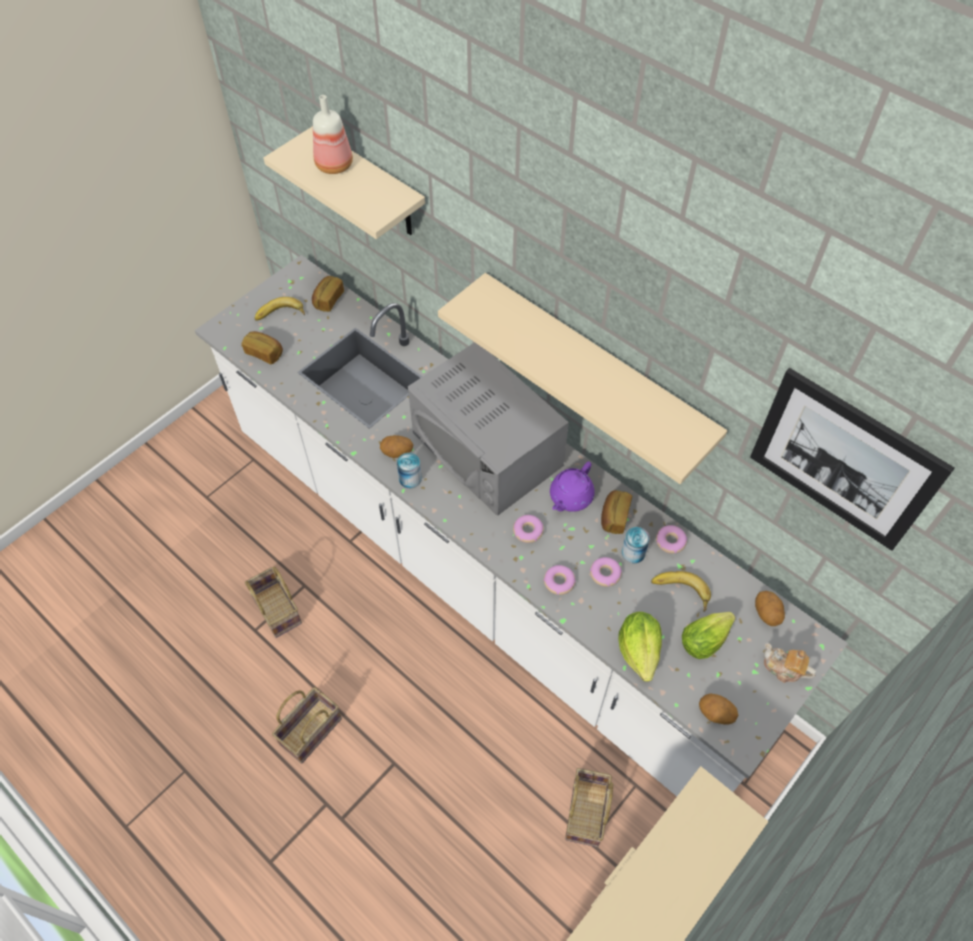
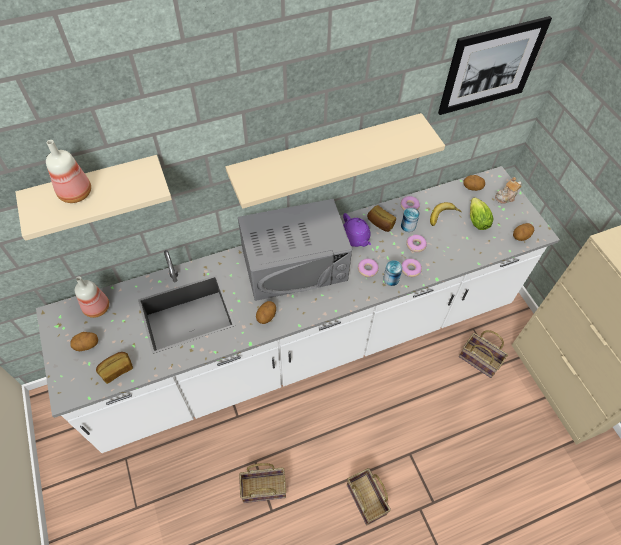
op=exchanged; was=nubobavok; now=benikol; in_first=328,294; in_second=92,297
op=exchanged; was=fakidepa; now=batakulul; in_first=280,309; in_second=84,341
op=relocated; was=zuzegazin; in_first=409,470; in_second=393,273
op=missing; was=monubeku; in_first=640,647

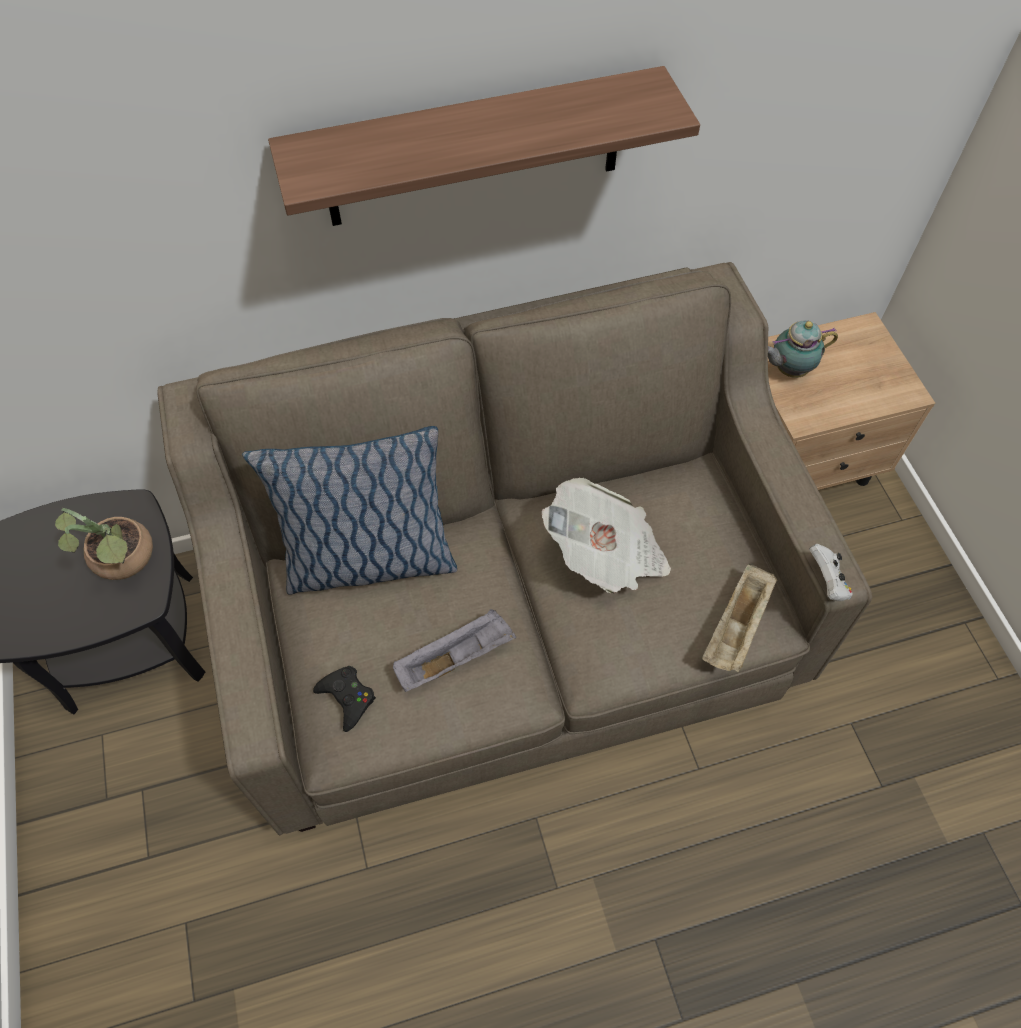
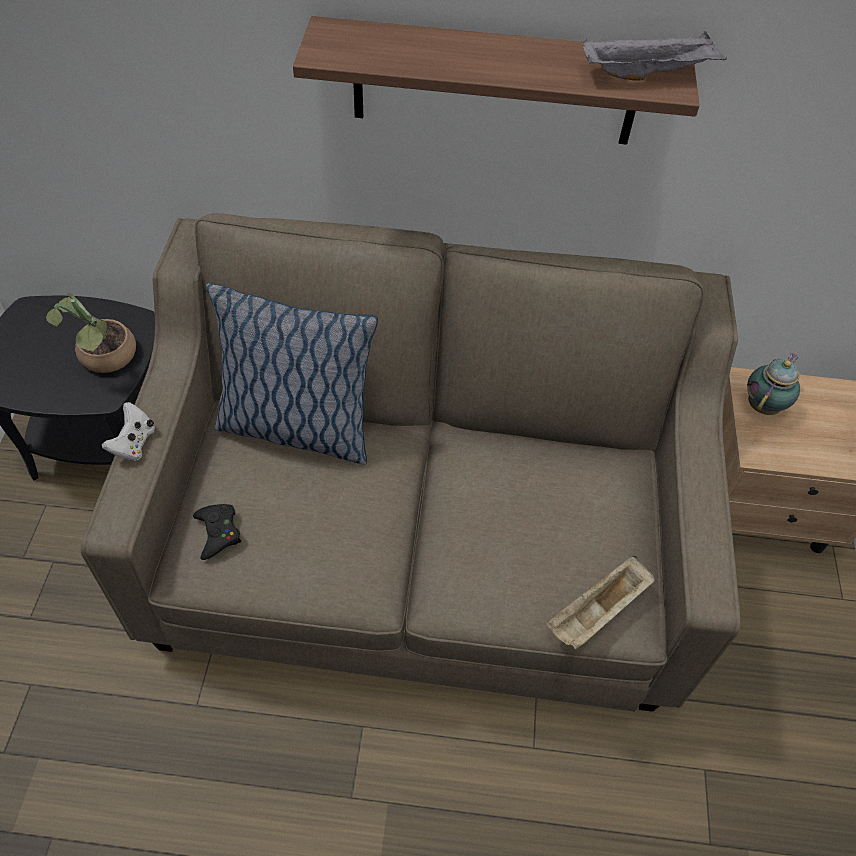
op=spun; was=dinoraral; in_first=803,349; in_second=773,384; clockwise=120
op=missing; was=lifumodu; in_first=606,536
op=relocated; was=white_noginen; in_first=831,572; in_second=128,431
op=relocated; was=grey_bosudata; in_first=454,650; in_second=655,56

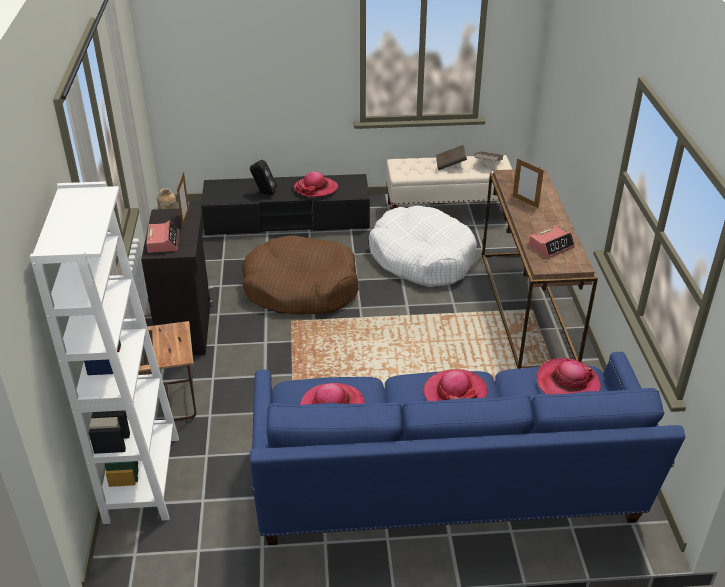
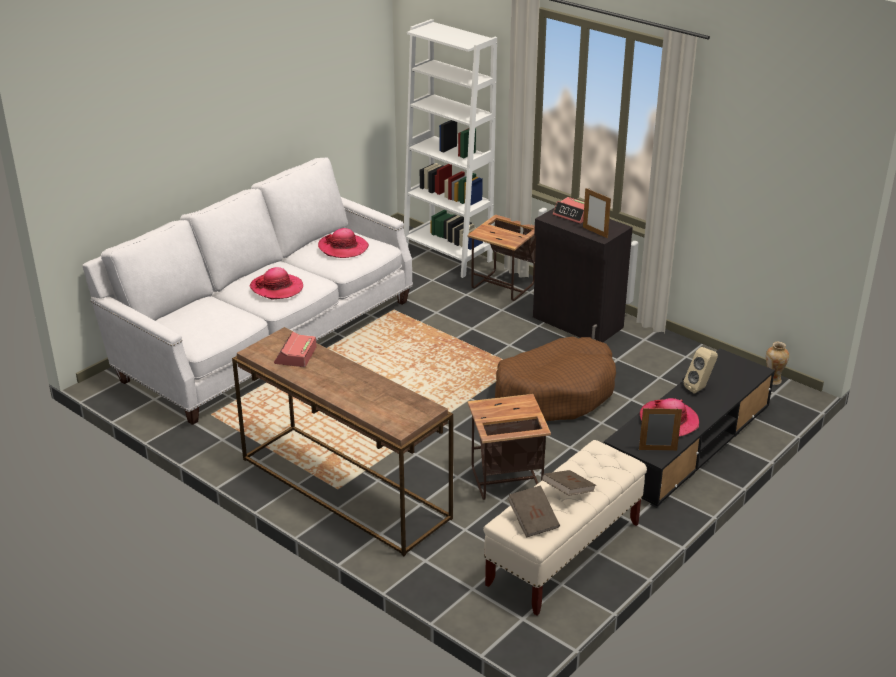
op=relocated; was=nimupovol; in_first=528,183; in_second=660,429
op=colour; was=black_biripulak; now=beige_biripulak; in_first=263,177; in_second=700,370
op=exchanged; was=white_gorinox; now=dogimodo; in_first=423,246; in_second=509,447
op=colour; was=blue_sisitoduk; now=white_sisitoduk; in_first=467,448; in_second=247,291
op=missing; was=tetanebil; in_first=568,376

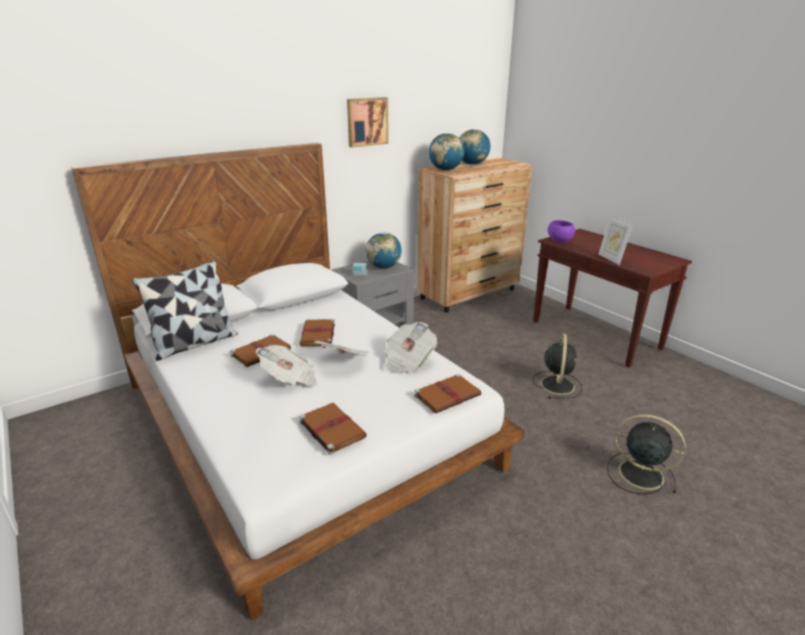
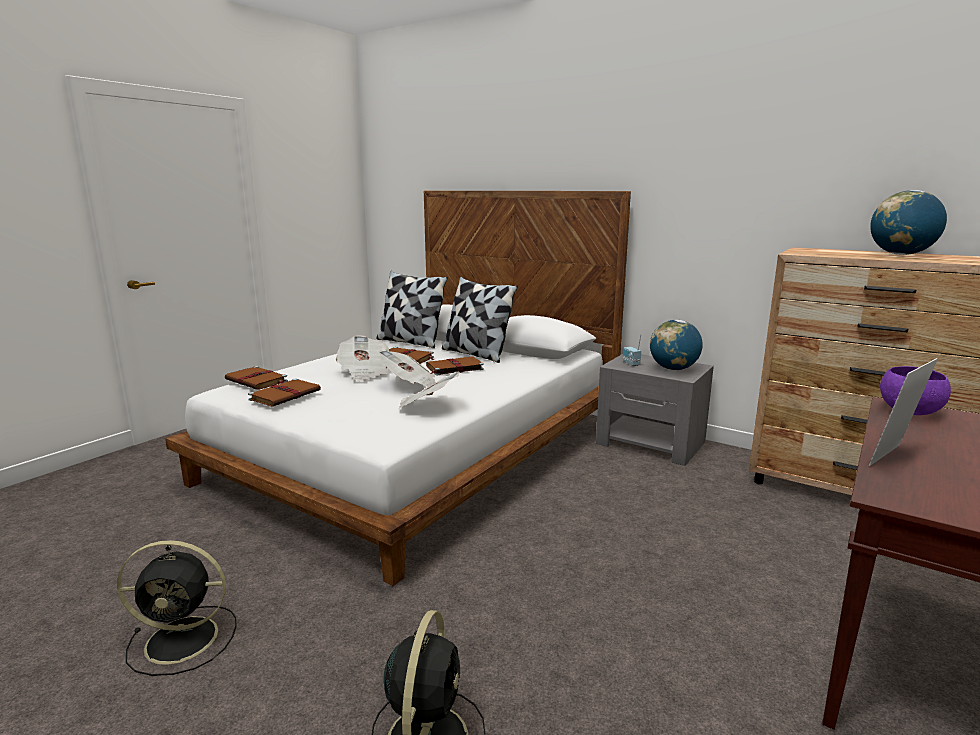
op=missing; was=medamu; in_first=368,122
op=missing; was=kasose; in_first=446,151
op=relocated; was=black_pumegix; in_first=557,366; in_second=177,608
op=relocated; was=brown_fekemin; in_first=447,394; in_second=256,378
op=appeared; now=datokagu; in_second=480,320

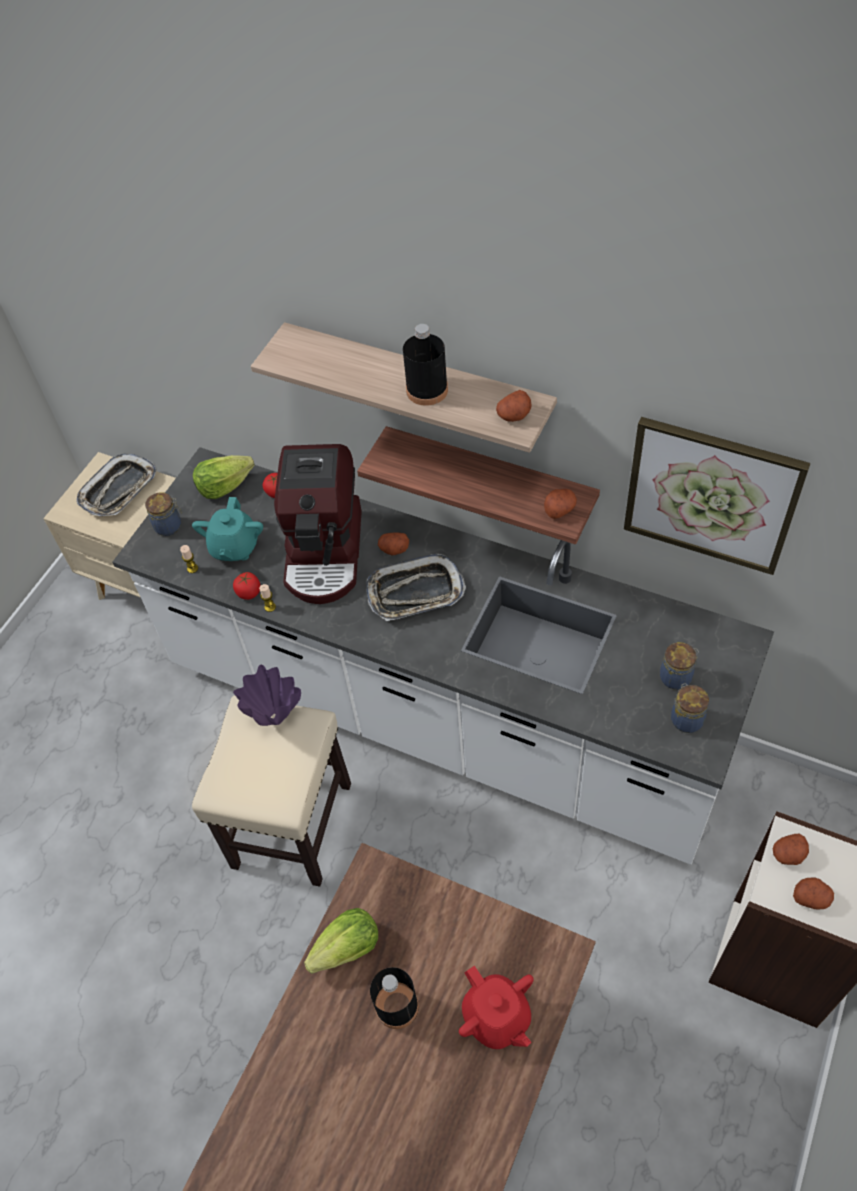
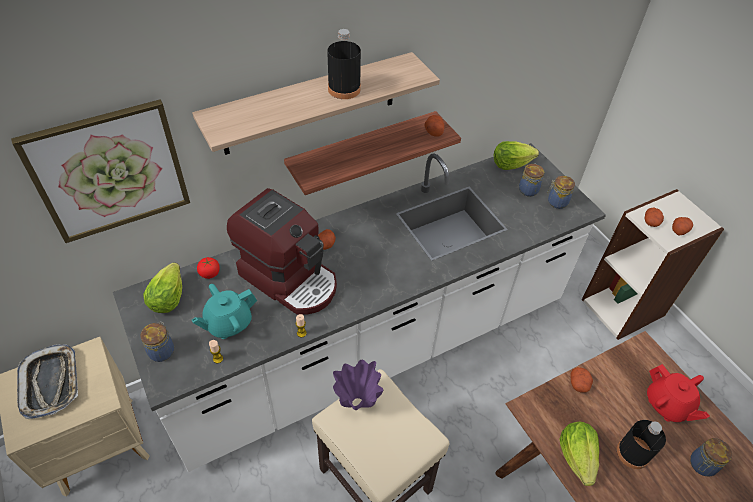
op=relocated; was=batakulul; in_first=514,406; in_second=581,380
op=relocated; was=medamu; in_first=717,496; in_second=100,171
op=spun; was=turquoise_dinoraral; in_first=227,529; in_second=224,311; clockwise=105
op=missing; was=bosudata; in_first=416,587
op=missing; was=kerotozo; in_first=246,586
op=spun; was=red_dinoraral; in_first=496,1007; in_second=678,393; clockwise=60
op=appeared; now=monubeku; in_second=516,155
op=appeared; now=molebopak; in_second=711,457

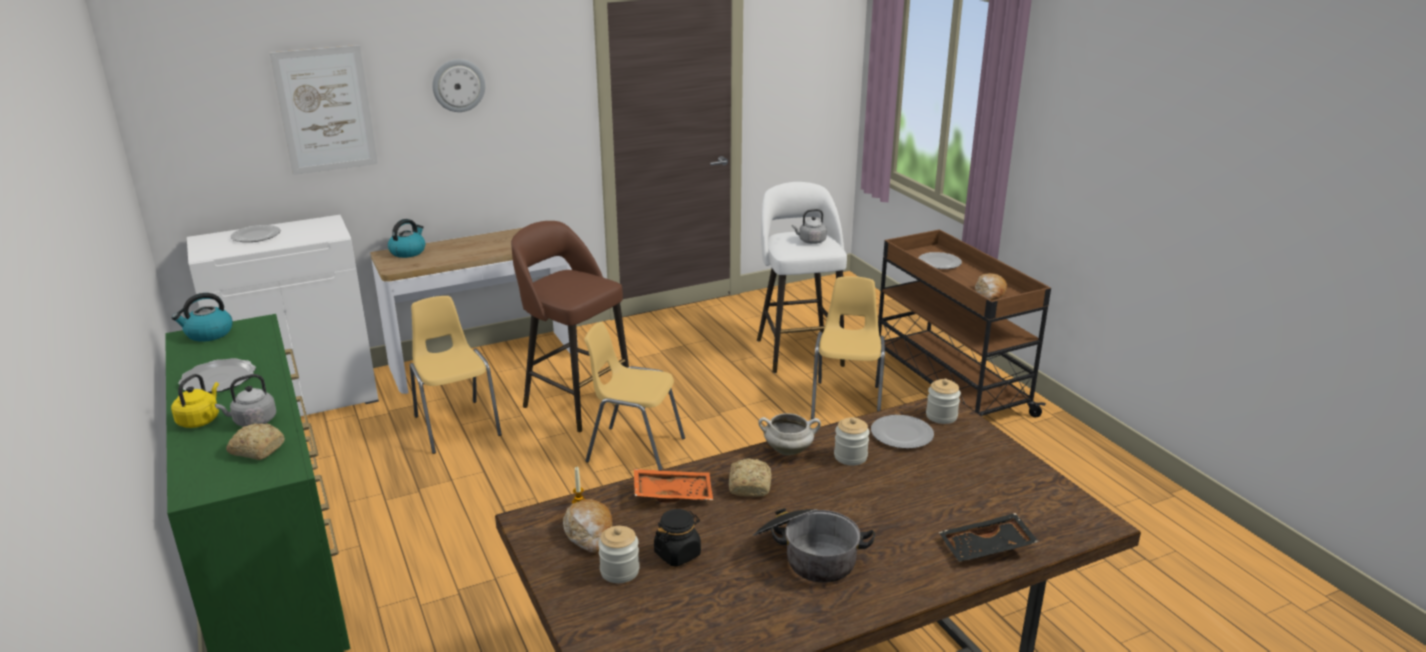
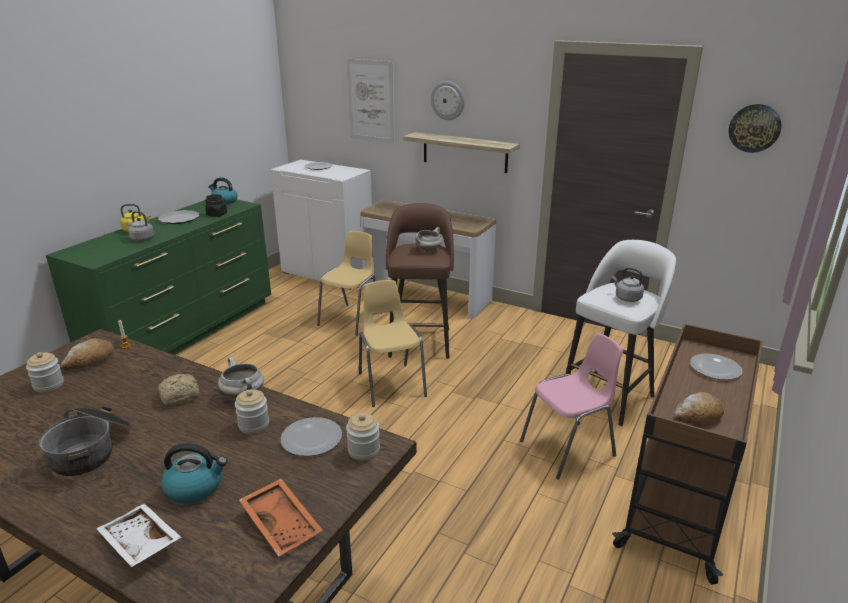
op=relocated; was=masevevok; in_first=406,238; in_second=194,473
op=colour; was=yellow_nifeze; now=pink_nifeze; in_first=848,347; in_second=571,406
op=missing; was=nubobavok; in_first=255,441
op=relocated; was=orange_bosudata; in_first=673,485; in_second=281,517
op=relocated; was=black_molebopak; in_first=677,538; in_second=216,205
op=colour; was=black_bosudata; now=white_bosudata; in_first=989,537; in_second=139,535
op=appeared; now=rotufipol; in_second=755,128
op=appeared; now=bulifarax; in_second=461,152
op=appeared; now=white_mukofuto; in_second=428,239

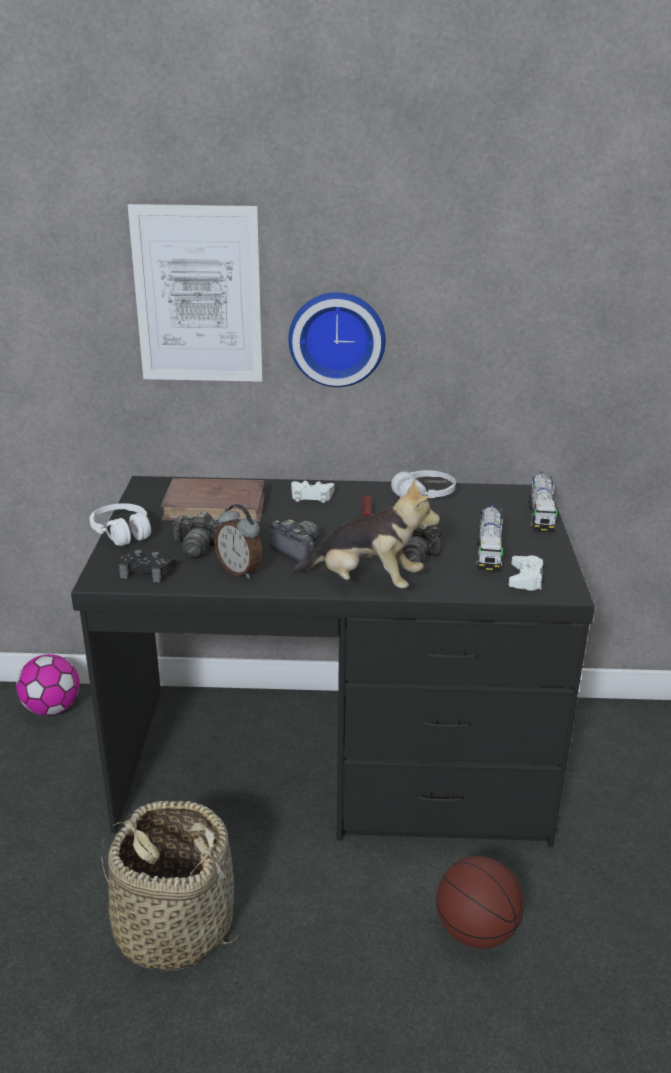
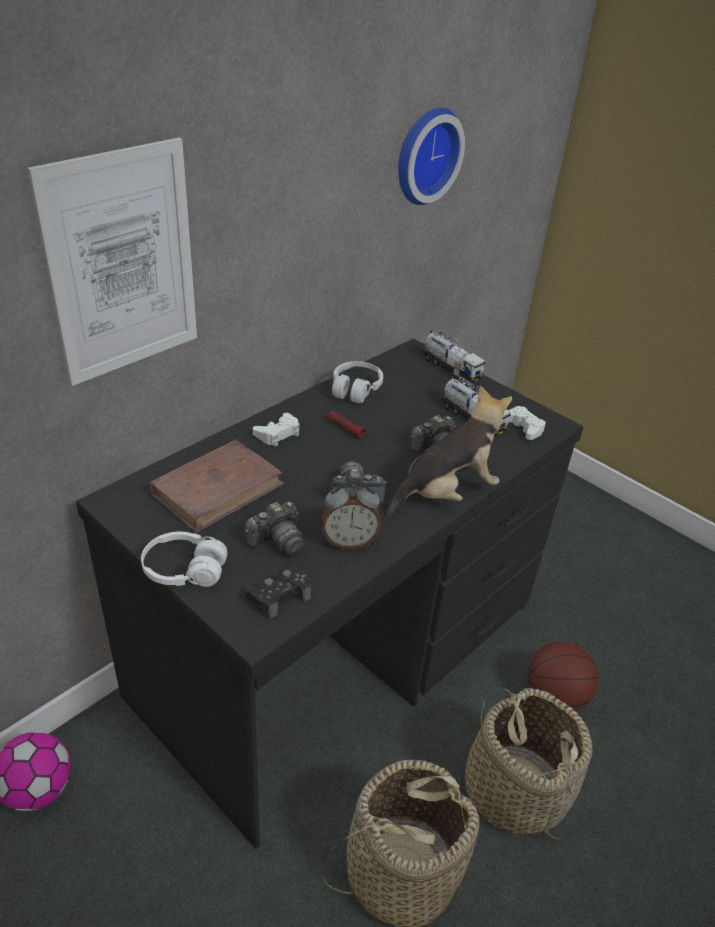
op=relocated; was=rotufipol; in_first=337,339; in_second=431,156
op=appeared; now=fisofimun; in_second=528,764

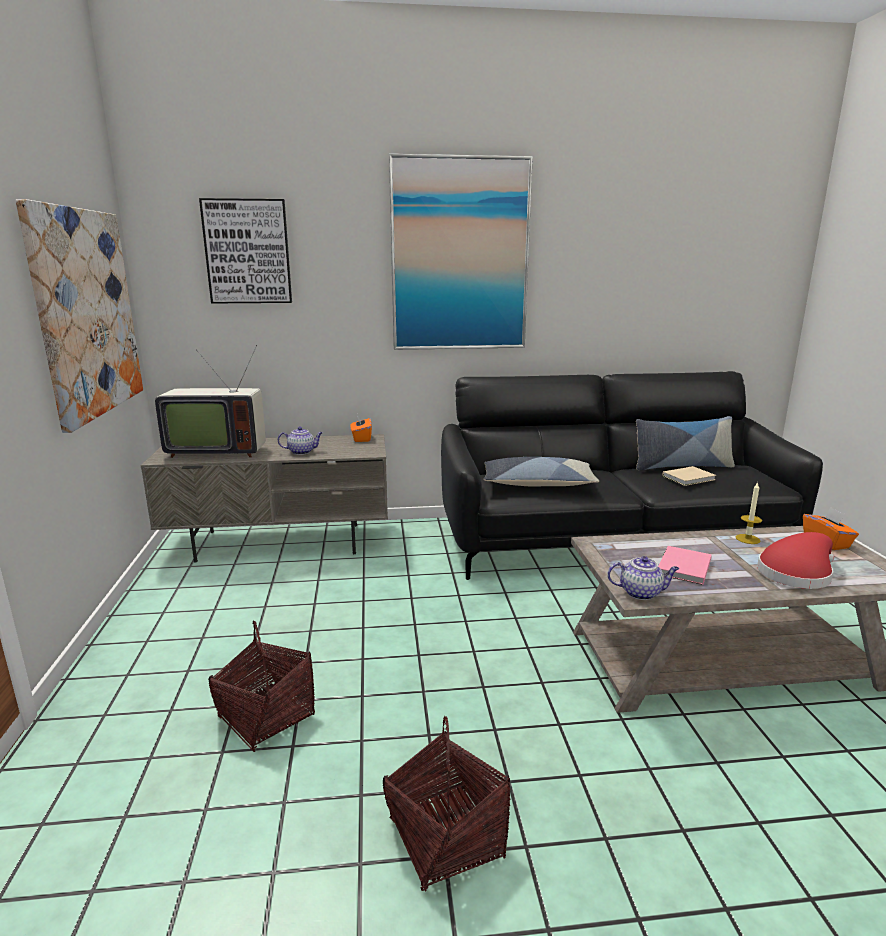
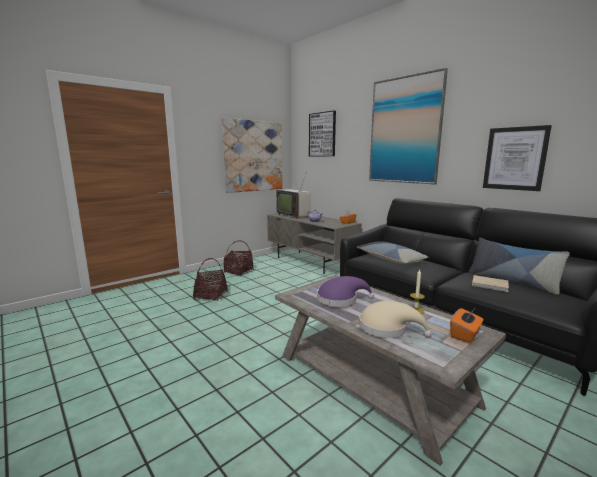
op=colour; was=red_tetanebil; now=beige_tetanebil; in_first=795,560; in_second=395,319
op=exchanged; was=pink_fekemin; now=purple_tetanebil; in_first=685,565; in_second=345,291
op=missing; was=dinoraral; in_first=643,578
op=relocated; was=fisofimun; in_first=447,804; in_second=239,258
op=appeared; now=medamu; in_second=517,158

